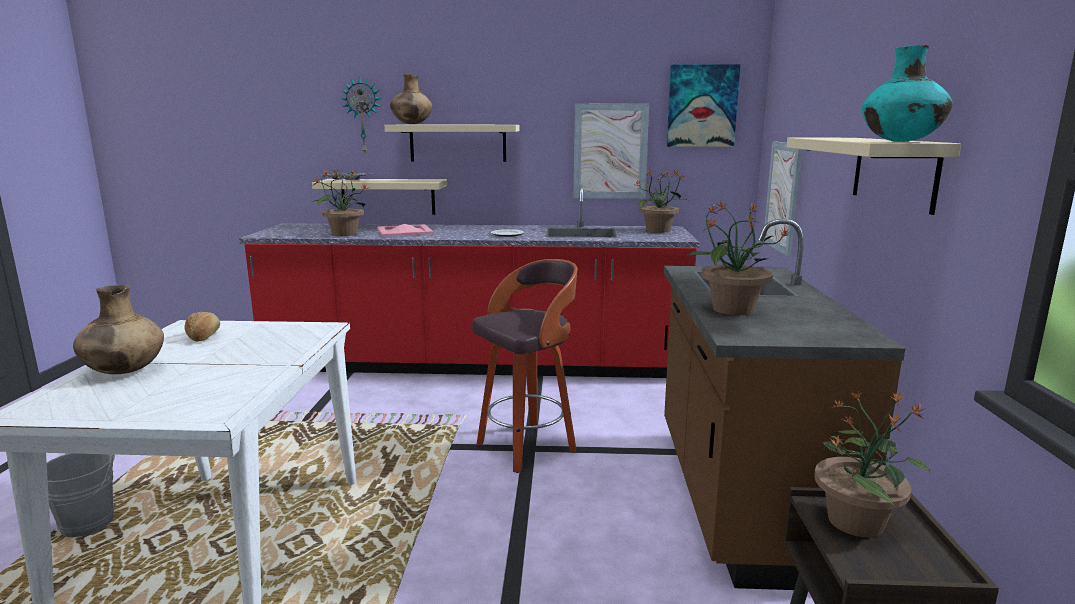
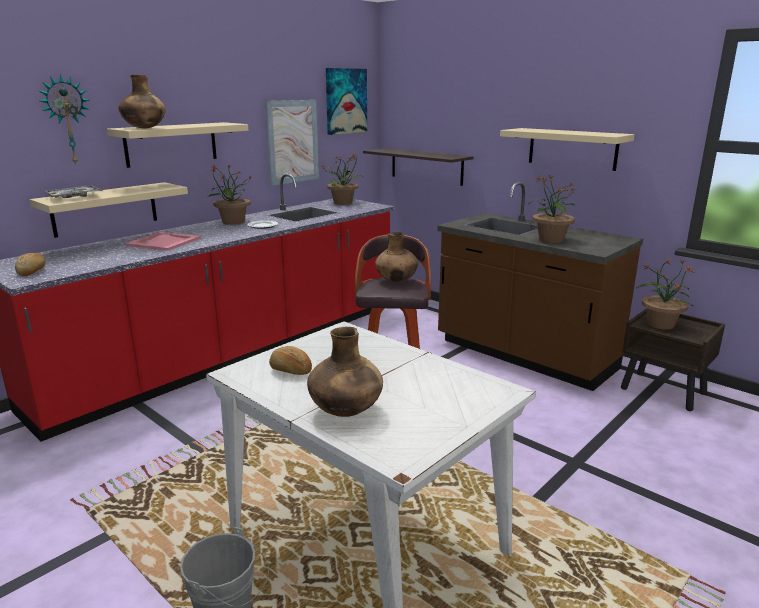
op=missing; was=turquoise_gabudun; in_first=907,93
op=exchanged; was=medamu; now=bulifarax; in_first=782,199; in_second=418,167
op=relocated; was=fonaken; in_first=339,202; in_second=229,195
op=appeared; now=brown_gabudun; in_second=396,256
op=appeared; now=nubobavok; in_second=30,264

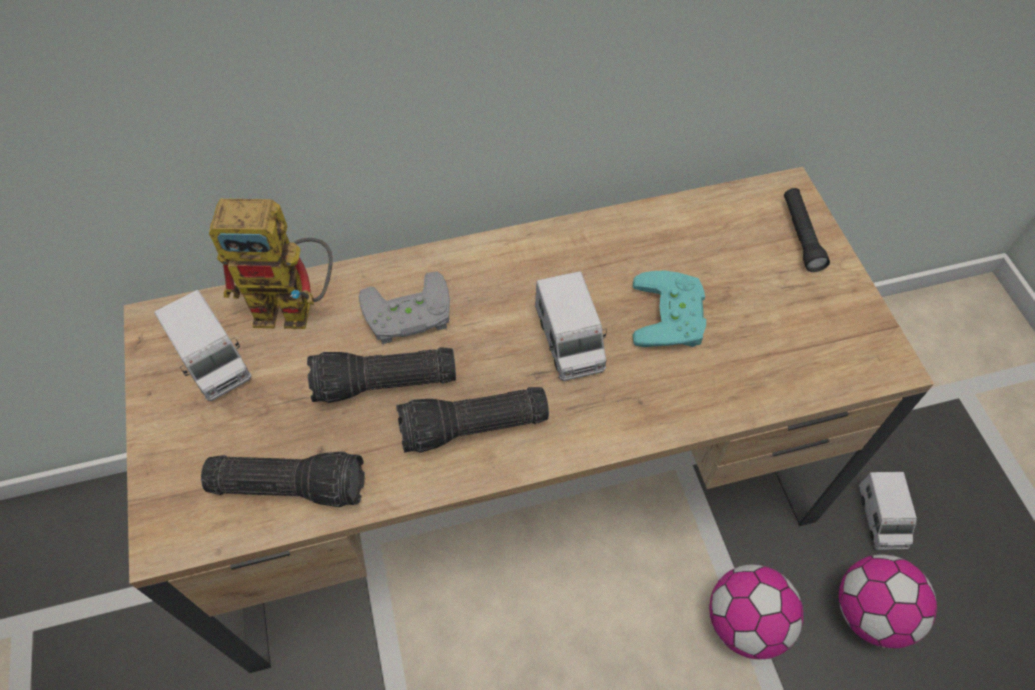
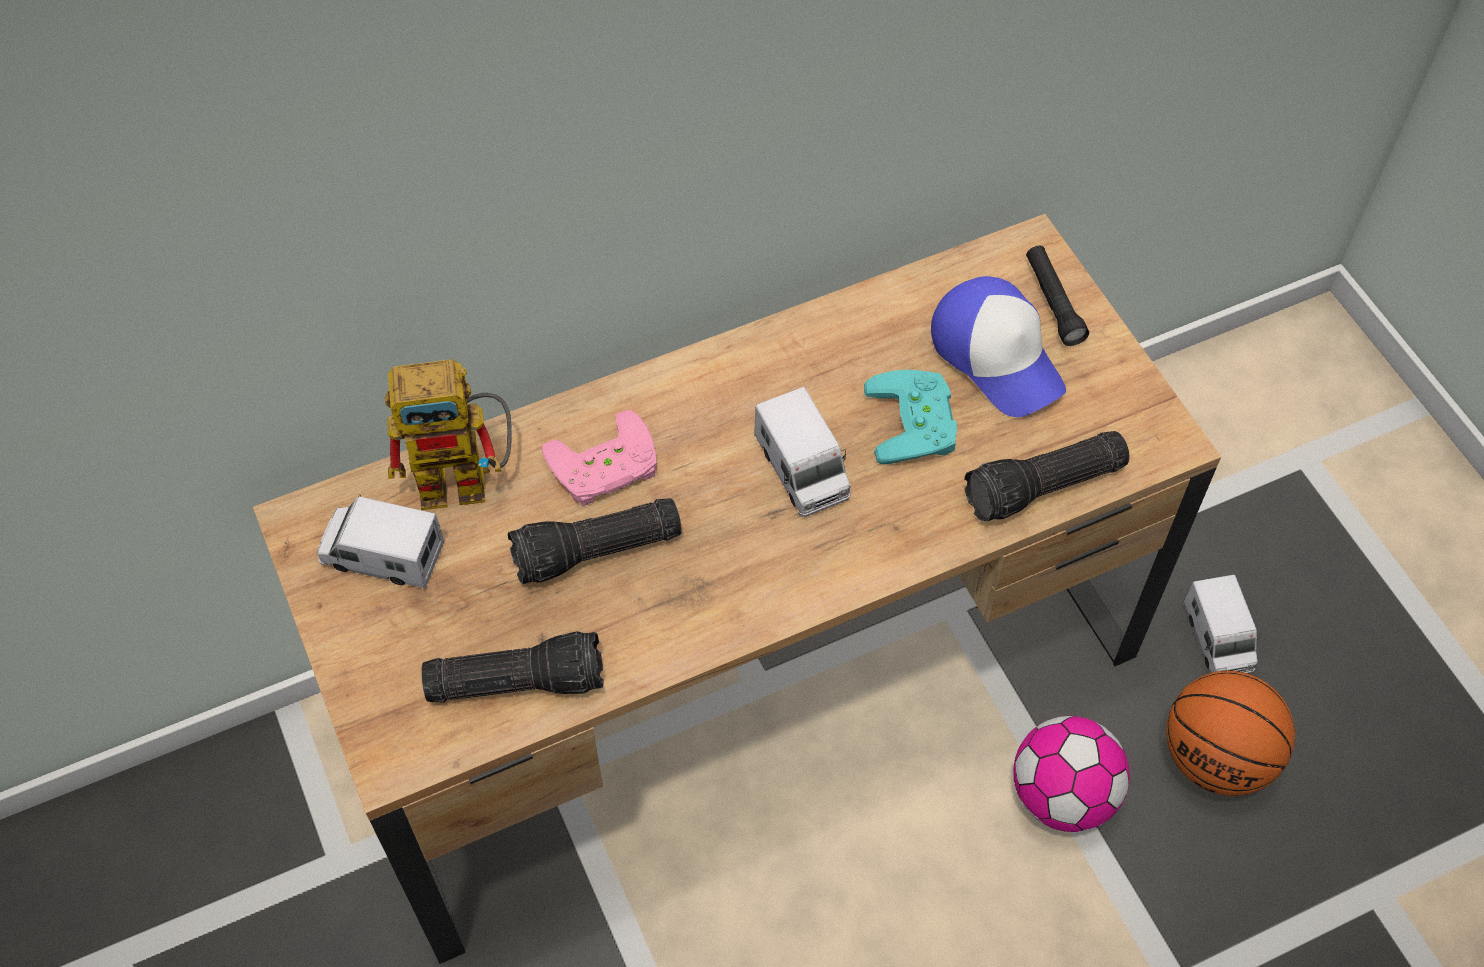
op=colour; was=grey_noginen; now=pink_noginen; in_first=404,308; in_second=599,458
op=spun; was=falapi; in_first=202,345; in_second=380,541; clockwise=150
op=relocated; was=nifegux; in_first=472,420; in_second=1047,476
op=exchanged; was=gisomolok; now=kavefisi; in_first=888,601; in_second=1230,733
op=appeared; now=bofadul; in_second=998,346

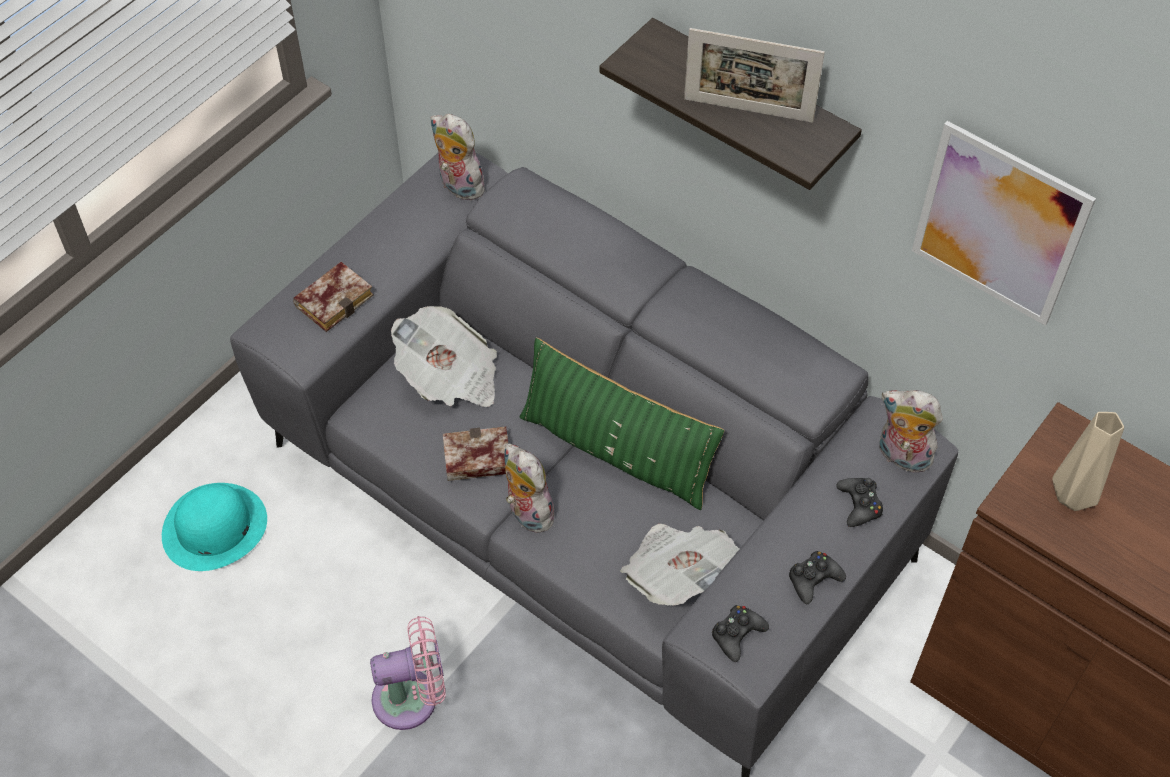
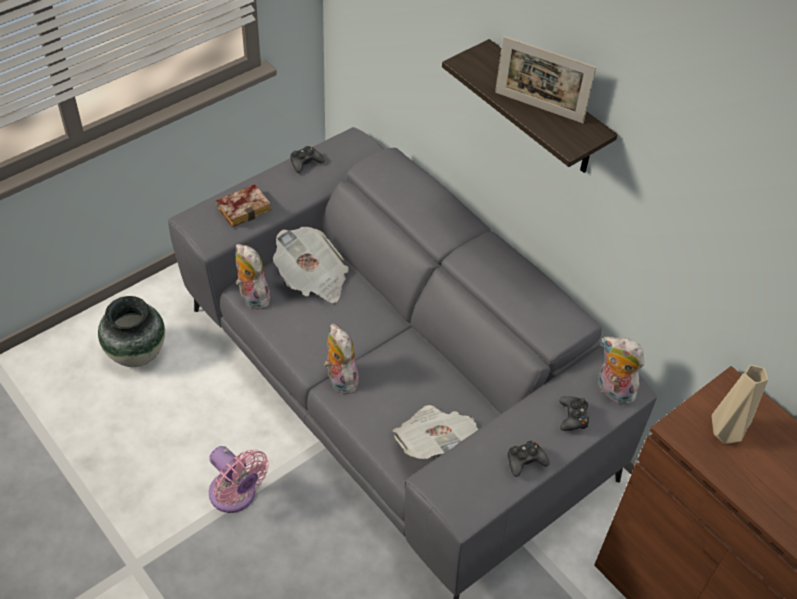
op=relocated; was=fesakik; in_first=458,157; in_second=252,276
op=missing; was=medamu; in_first=1004,223
op=missing; was=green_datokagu; in_first=622,423
op=missing; was=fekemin; in_first=475,454
op=exchanged; was=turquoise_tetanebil; now=gabudun; in_first=214,527; in_second=131,331
op=relocated; was=black_noginen; in_first=740,633; in_second=307,159
op=spun; was=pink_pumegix; in_first=408,673; in_second=239,479; clockwise=45

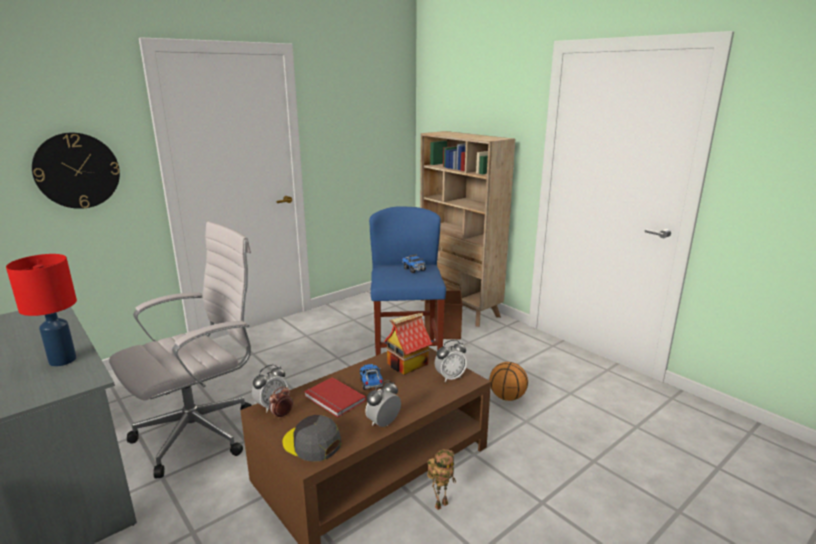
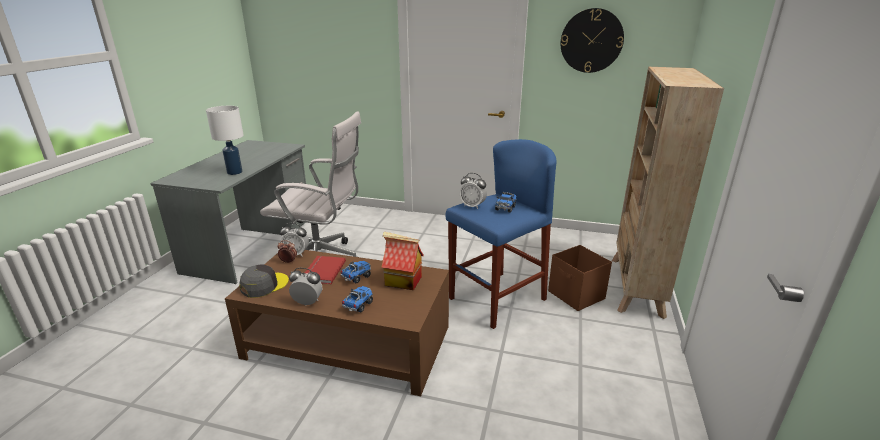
op=relocated; was=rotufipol; in_first=76,171; in_second=592,40
op=colour; was=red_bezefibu; now=white_bezefibu; in_first=41,310; in_second=225,140
op=relocated; was=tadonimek; in_first=451,361; in_second=473,191
op=missing; was=kavefisi; in_first=508,381
op=spun; was=grey_bofadul; in_first=311,438; in_second=264,281; clockwise=45
op=missing; was=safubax; in_first=441,479
op=appeared; now=falapi; in_second=357,299

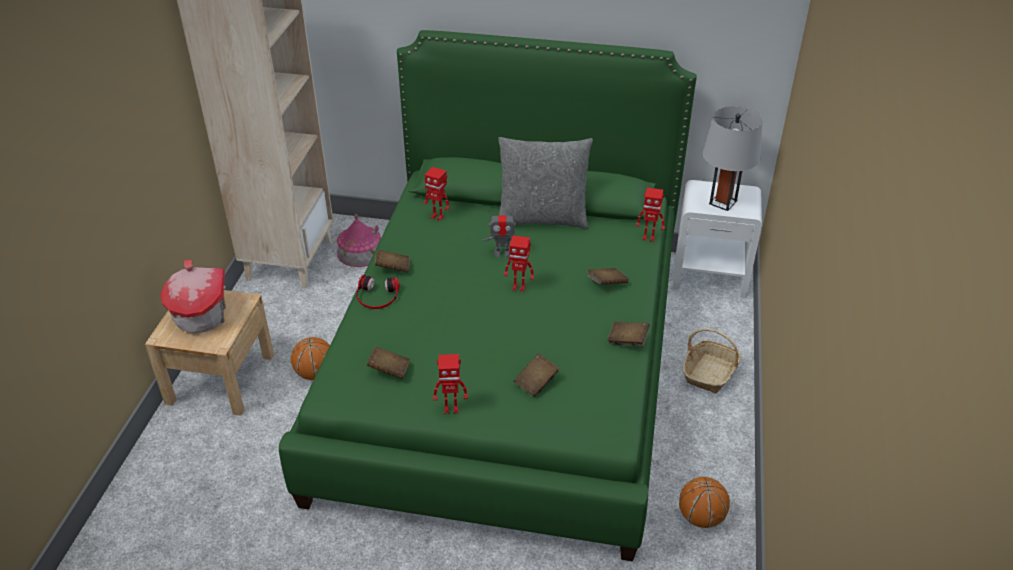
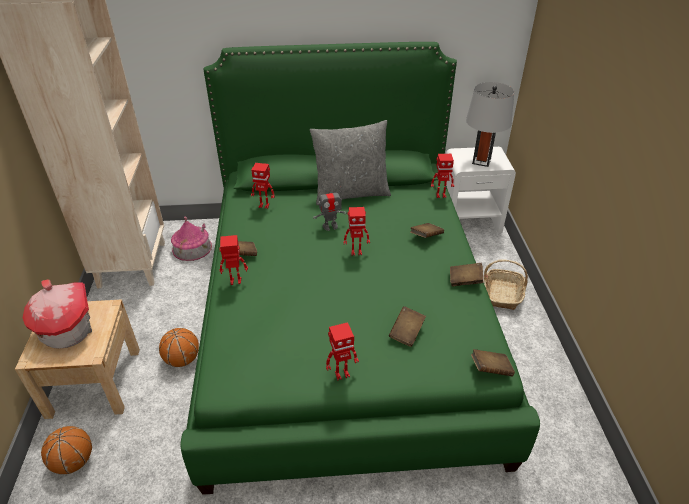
op=exchanged; was=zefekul; now=safubax; in_first=378,292; in_second=234,260
op=relocated; was=brown_fekemin; in_first=388,362; in_second=493,363
op=relocated; was=kavefisi; in_first=704,502; in_second=66,450

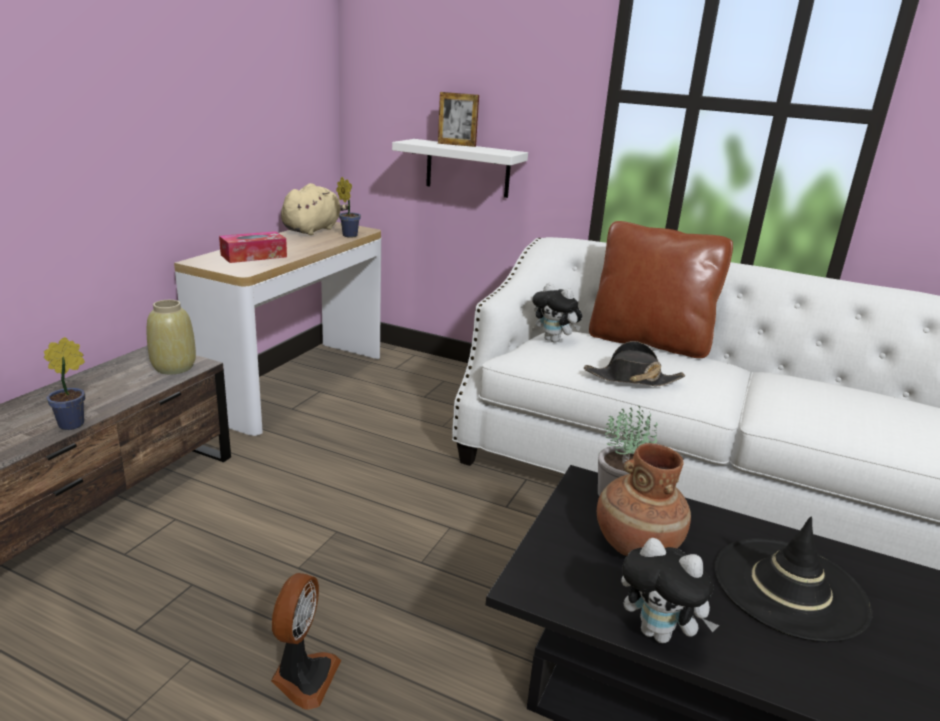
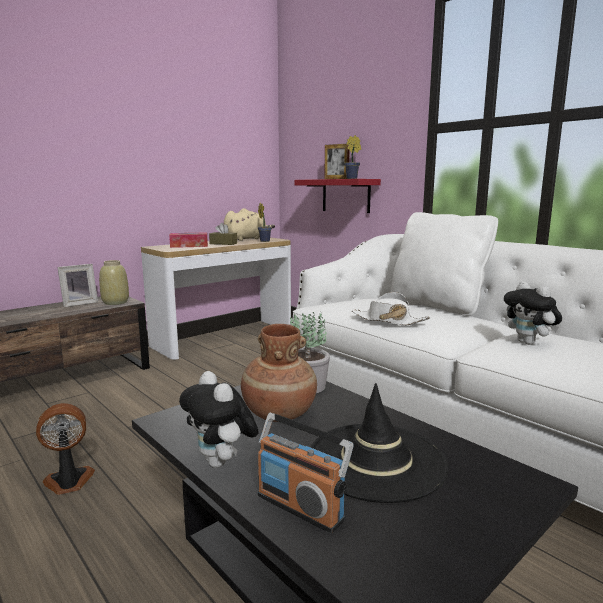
op=colour; was=white_bulifarax; now=red_bulifarax; in_first=460,168; in_second=338,196
op=colour; was=brown_datokagu; now=white_datokagu; in_first=661,289; in_second=444,264
op=relocated; was=fesakik; in_first=557,313; in_second=533,313
op=relocated; was=fonaken; in_first=64,383; in_second=352,157
op=colour; was=black_tetanebil; now=white_tetanebil; in_first=634,363; in_second=391,308
op=spun; was=pumegix; in_first=306,641; in_second=65,449; clockwise=-150
op=appeared; now=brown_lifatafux; in_second=223,234
op=appeared; now=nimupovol; in_second=77,285
op=appeared; now=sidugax; in_second=305,473

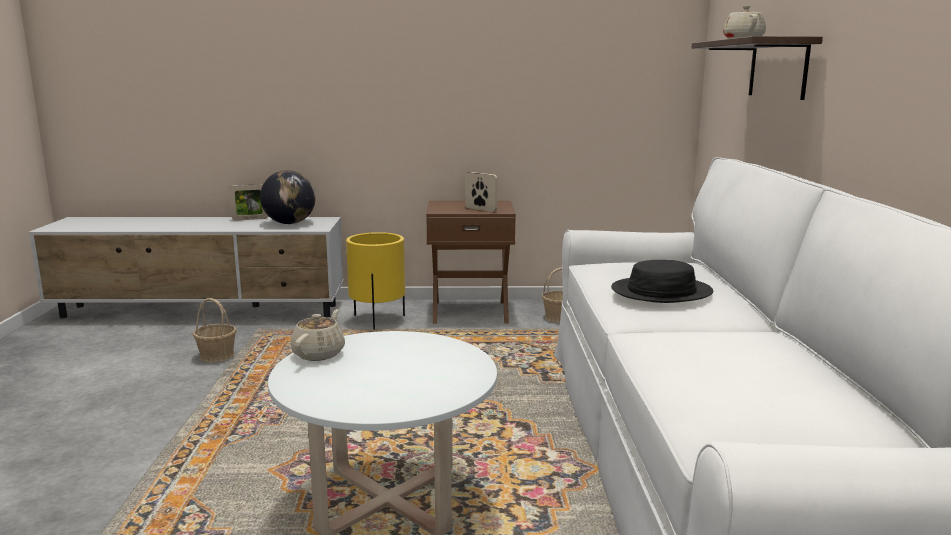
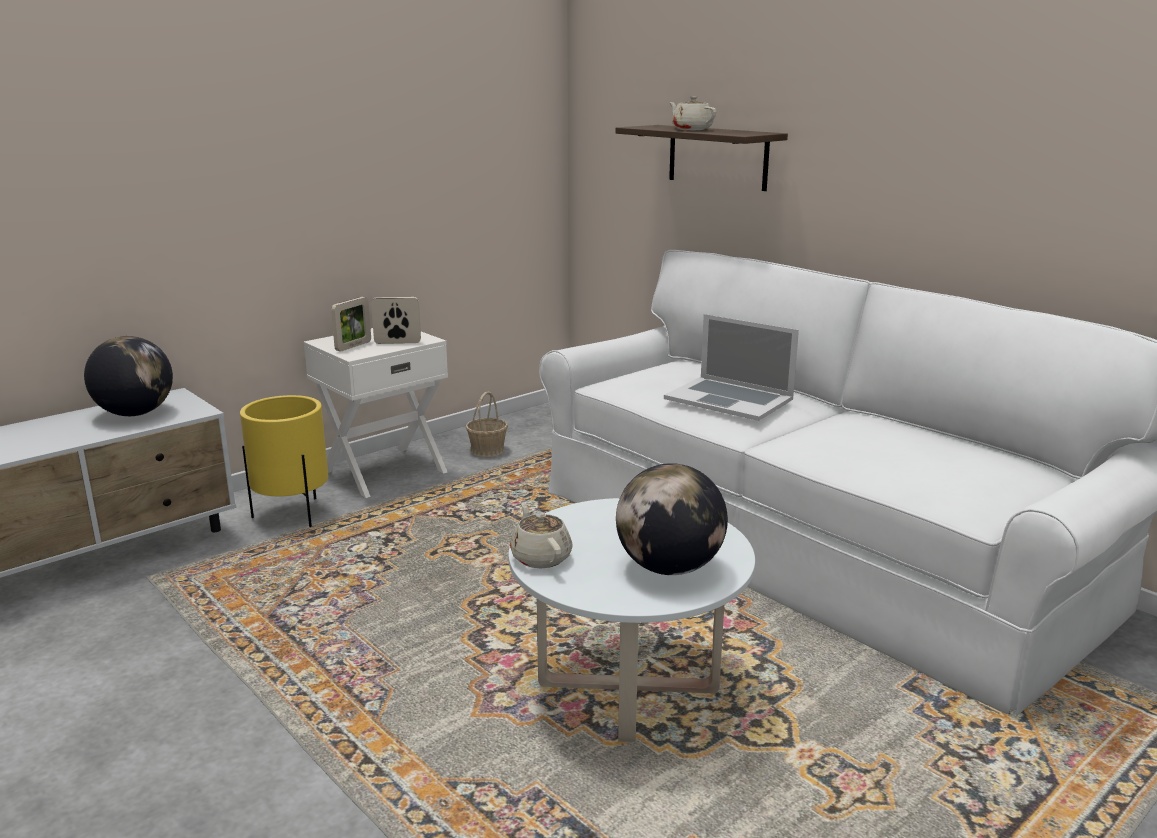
op=relocated; was=nimupovol; in_first=248,202; in_second=351,324
op=colour; was=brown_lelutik; now=white_lelutik; in_first=471,262; in_second=375,413
op=exchanged; was=black_tetanebil; now=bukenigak; in_first=662,281; in_second=731,367
op=missing; was=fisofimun; in_first=215,330
op=appeared; now=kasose; in_second=672,519

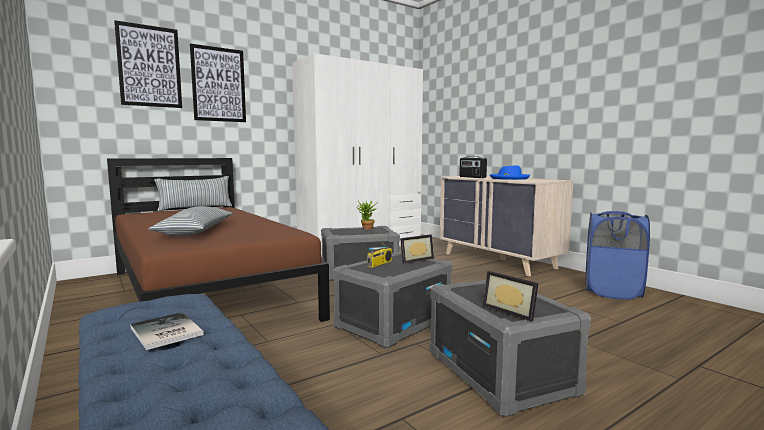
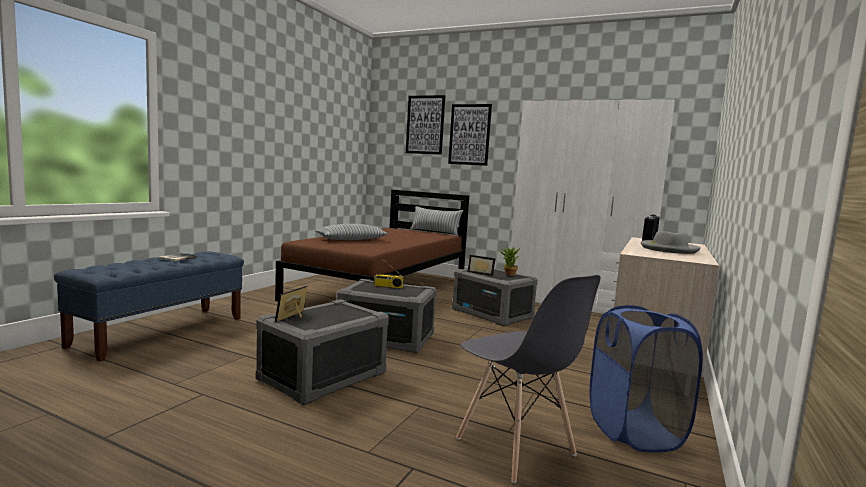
op=colour; was=blue_tetanebil; now=grey_tetanebil; in_first=510,172; in_second=670,242
op=relocated; was=nimupovol; in_first=417,249; in_second=481,265
op=appeared; now=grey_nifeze; in_second=528,379

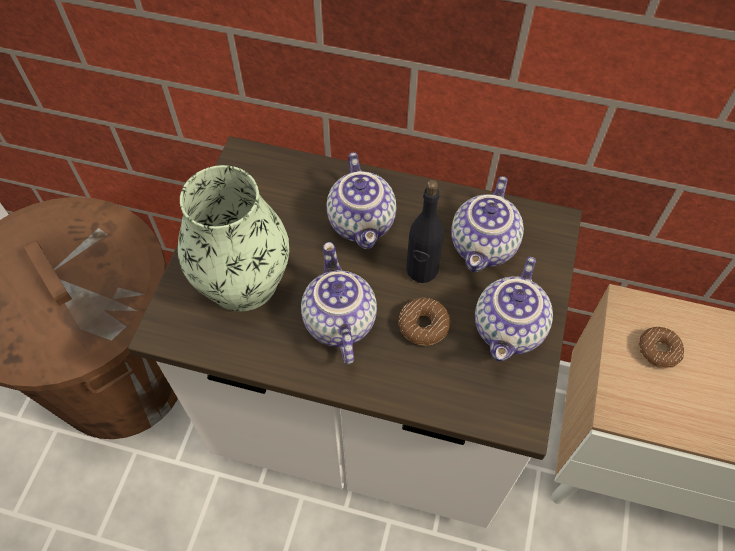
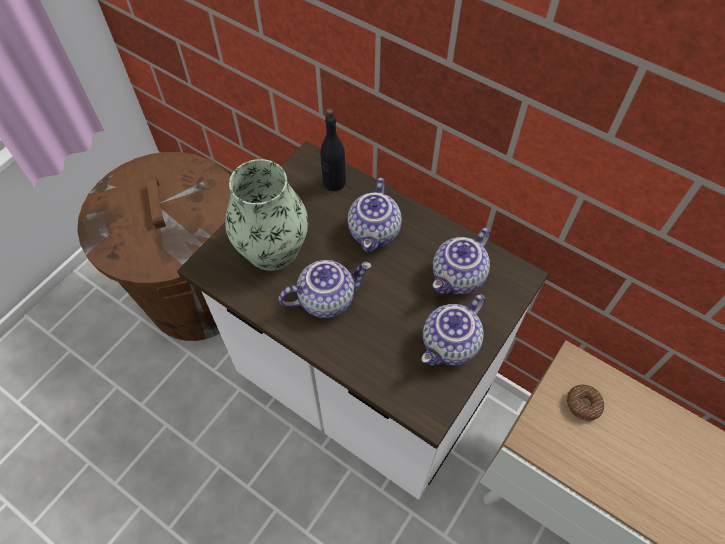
op=relocated; was=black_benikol; in_first=425,231; in_second=333,149
op=spun; was=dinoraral; in_first=339,303; in_second=325,289; clockwise=60
op=missing; was=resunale; in_first=424,322

